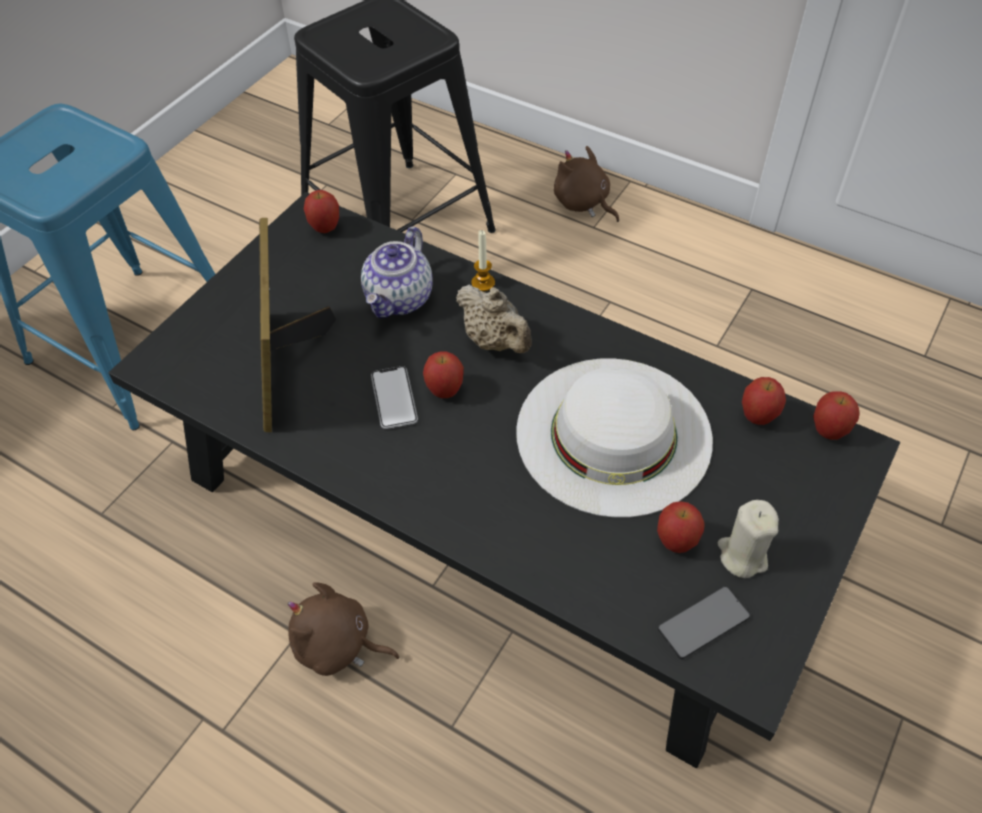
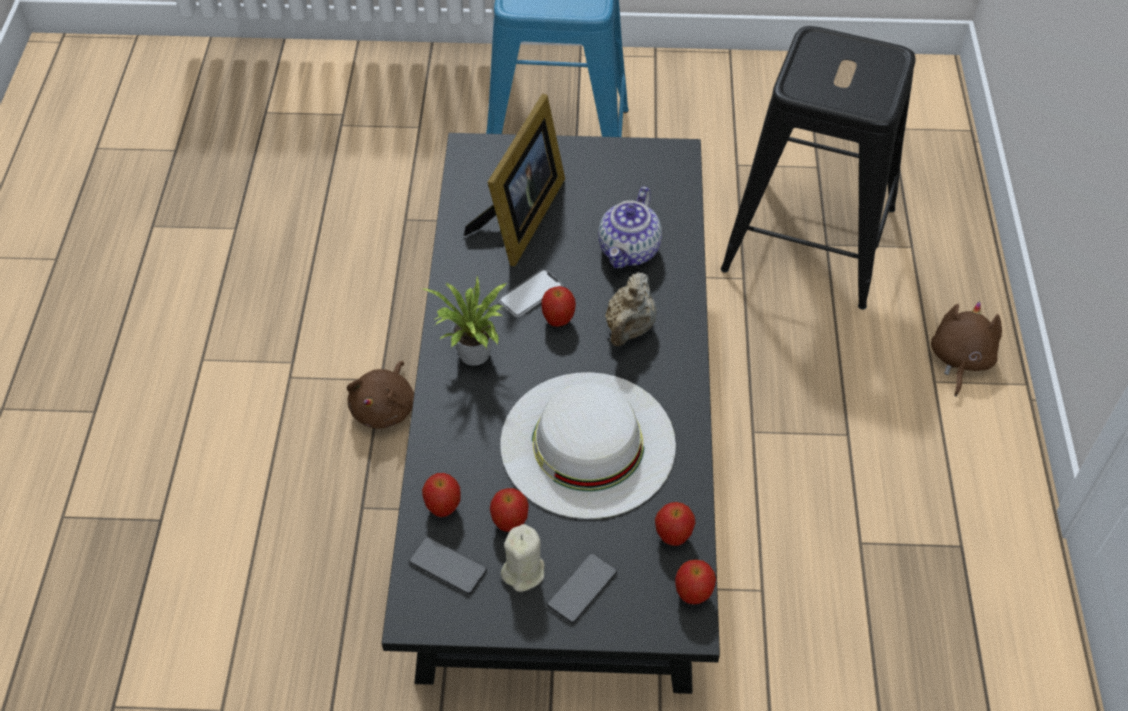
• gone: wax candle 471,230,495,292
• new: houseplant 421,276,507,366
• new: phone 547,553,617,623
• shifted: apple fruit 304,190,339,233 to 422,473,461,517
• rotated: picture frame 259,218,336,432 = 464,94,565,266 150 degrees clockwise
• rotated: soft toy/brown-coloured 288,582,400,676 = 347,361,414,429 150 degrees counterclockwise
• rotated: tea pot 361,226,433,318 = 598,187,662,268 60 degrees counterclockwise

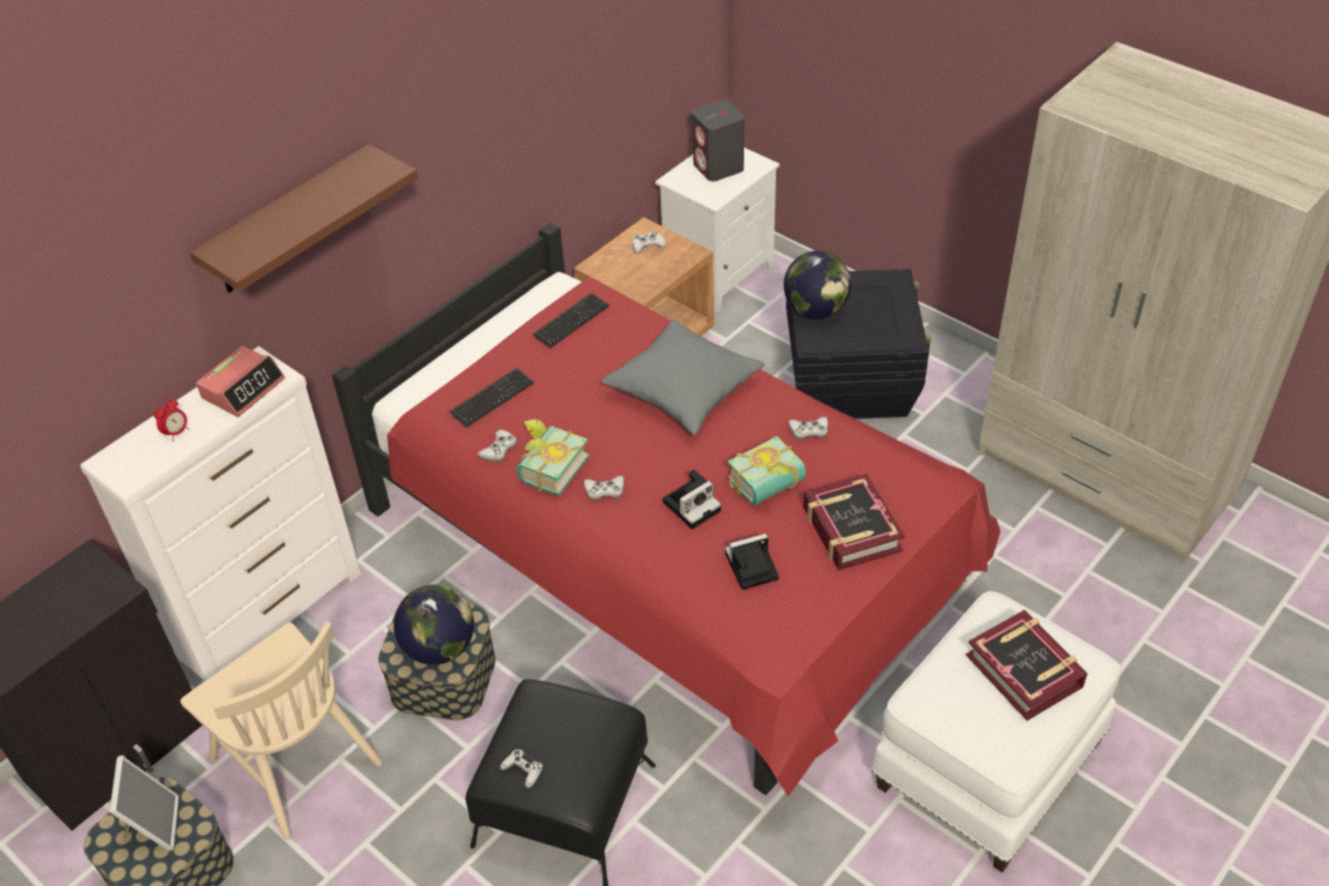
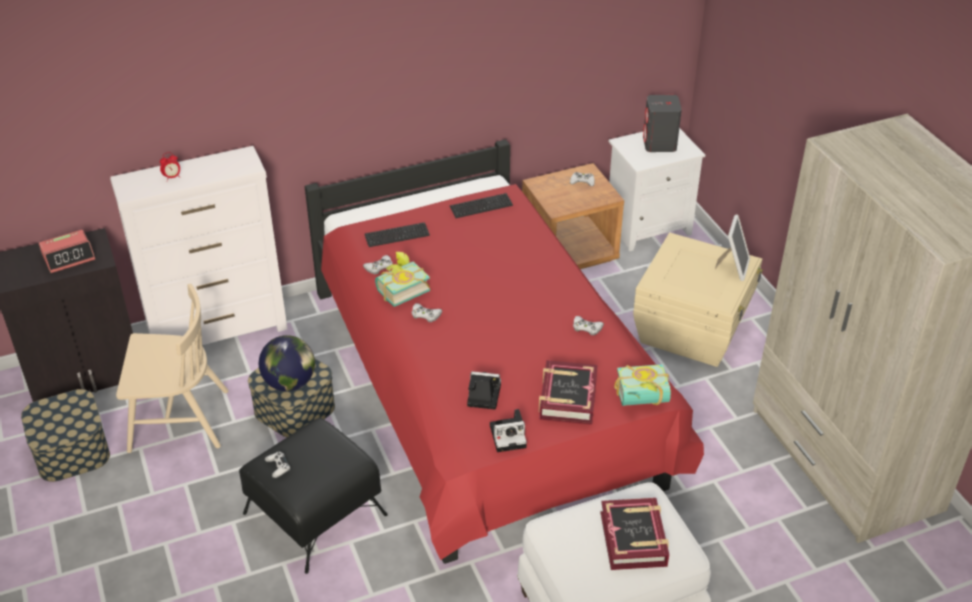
• gone: shelf/brown-coloured 190,144,418,293
• gone: throw pillow/grey 601,320,765,435
• gone: desk globe 784,251,851,319
• shifted: picture frame 109,756,179,851 to 715,214,750,281
• shifted: bedside clock 196,346,285,417 to 39,230,95,273
• shifted: photo camera 663,469,721,529 to 490,409,527,452
• shifted: book 728,436,806,505 to 614,364,671,406
• repainted: storage box/black-coloured 786,269,931,419 to storage box/beige-coloured 633,233,763,367
• rotated: upright chair/beige-coloured 180,621,382,839 = 116,284,229,453 75 degrees counterclockwise

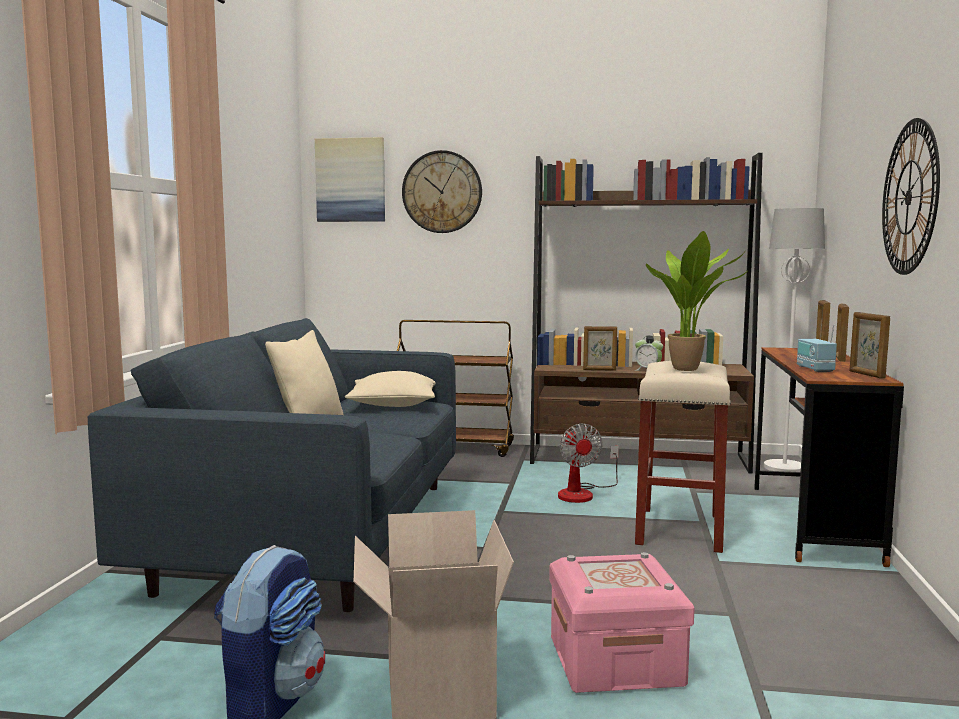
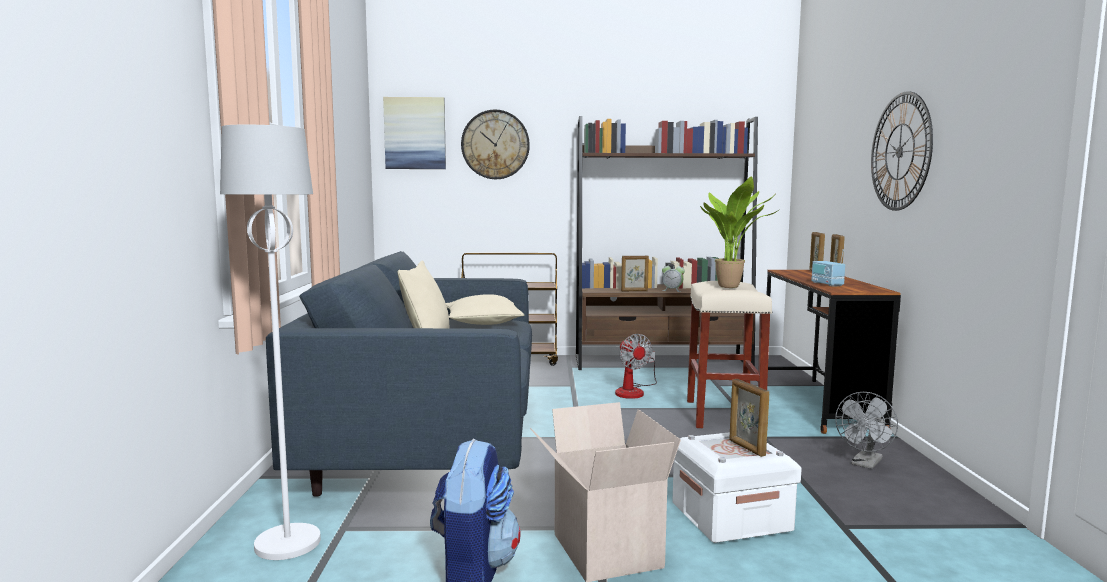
• new: cooling fan/grey 835,392,898,469
• shifted: floor lamp/white-coloured 764,208,825,472 to 220,125,321,560
• shifted: picture frame 849,312,890,378 to 729,379,769,457
• repainted: storage box/pinkish 549,552,695,693 to storage box/white-coloured 672,432,802,543

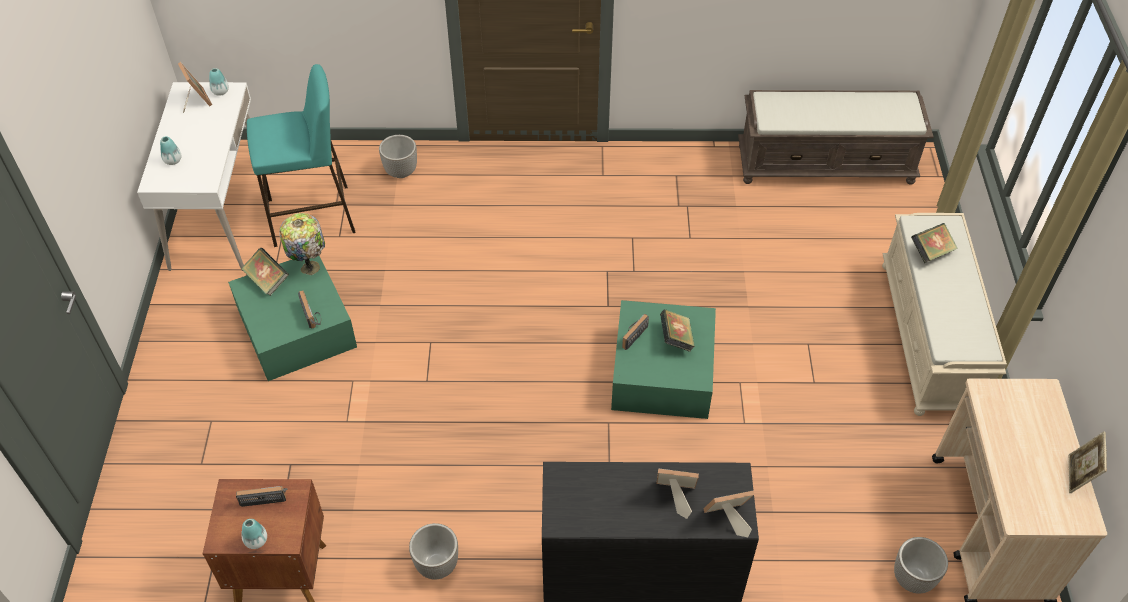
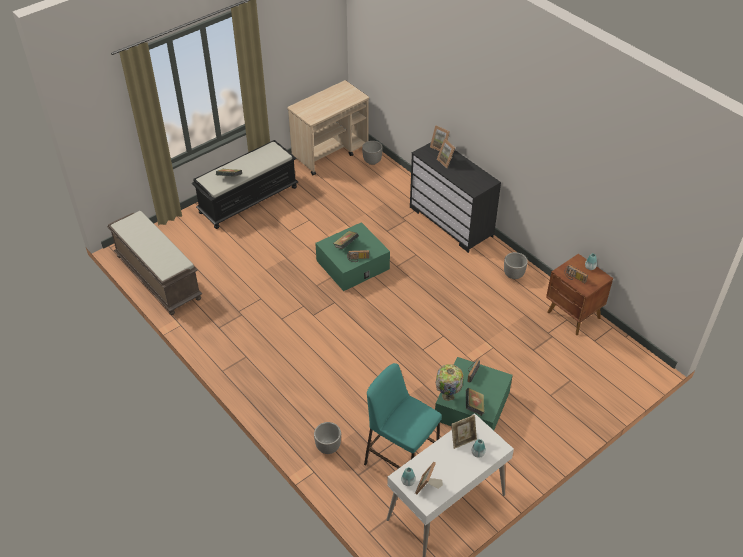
• shifted: picture frame 1068,431,1107,493 to 451,415,477,449
• repainted: bench/beige-coloured 882,213,1007,416 to bench/black-coloured 192,140,298,229

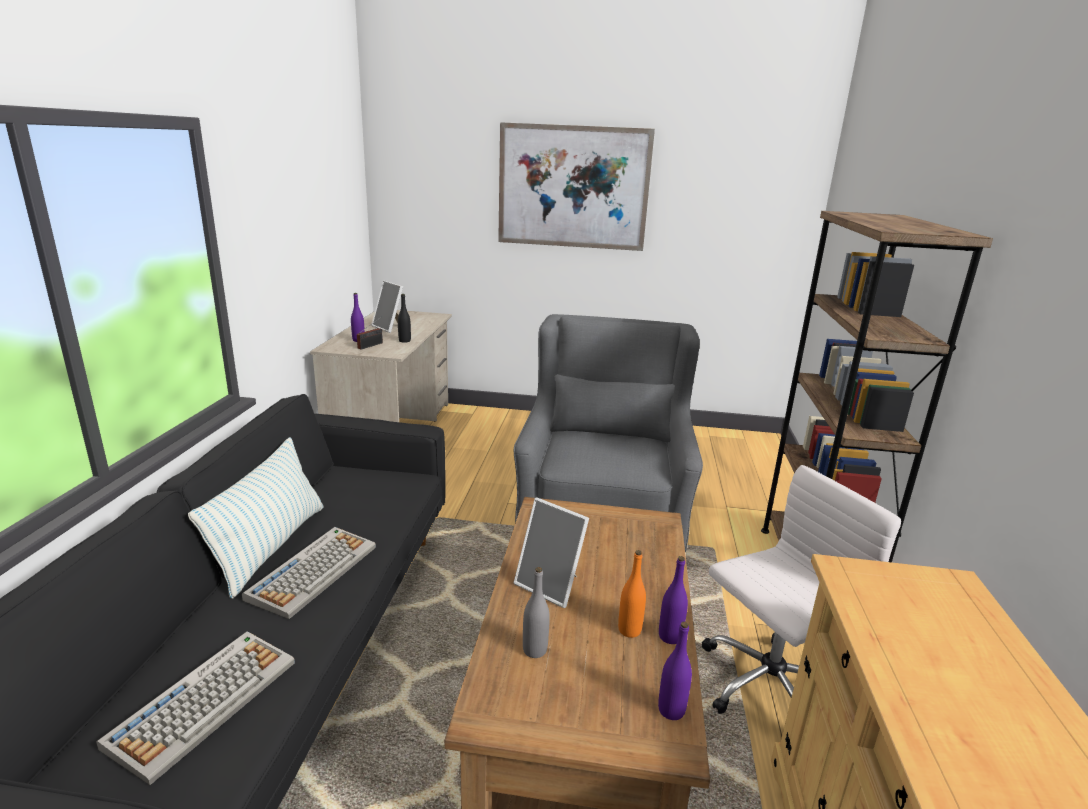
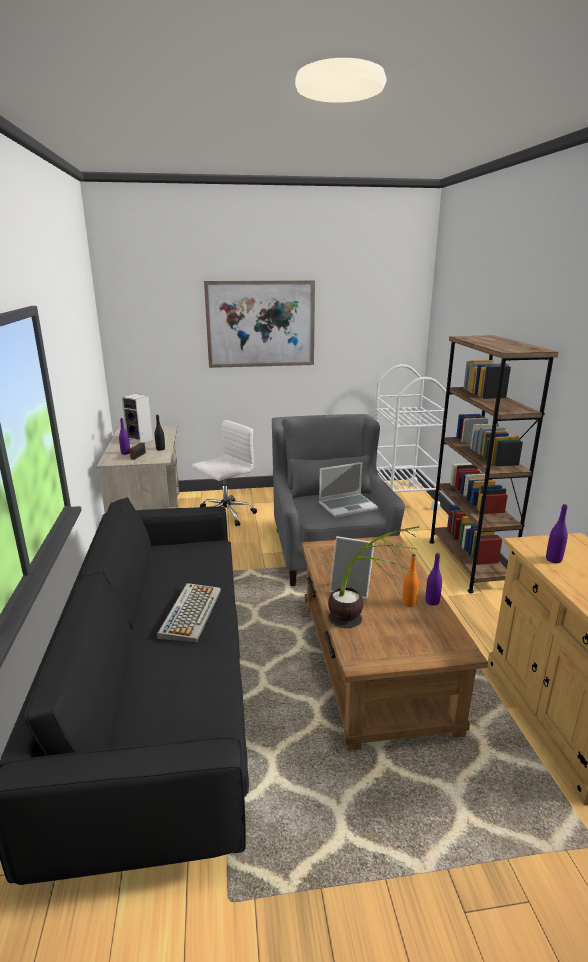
• gone: PC keyboard 96,631,295,785
• gone: throw pillow 188,437,323,599
• new: notebook computer 319,462,378,518
• new: trolley/white-coloured 375,364,449,510
• shifted: drink bottle/purple-coloured 658,622,692,720 to 546,504,568,563
• shifted: computer chair/white-coloured 702,465,901,714 to 192,420,257,526
• swapped: picture frame 371,280,403,333 to speaker 122,394,153,444
• swapped: drink bottle/grey 523,567,550,658 to houseplant 328,526,421,628

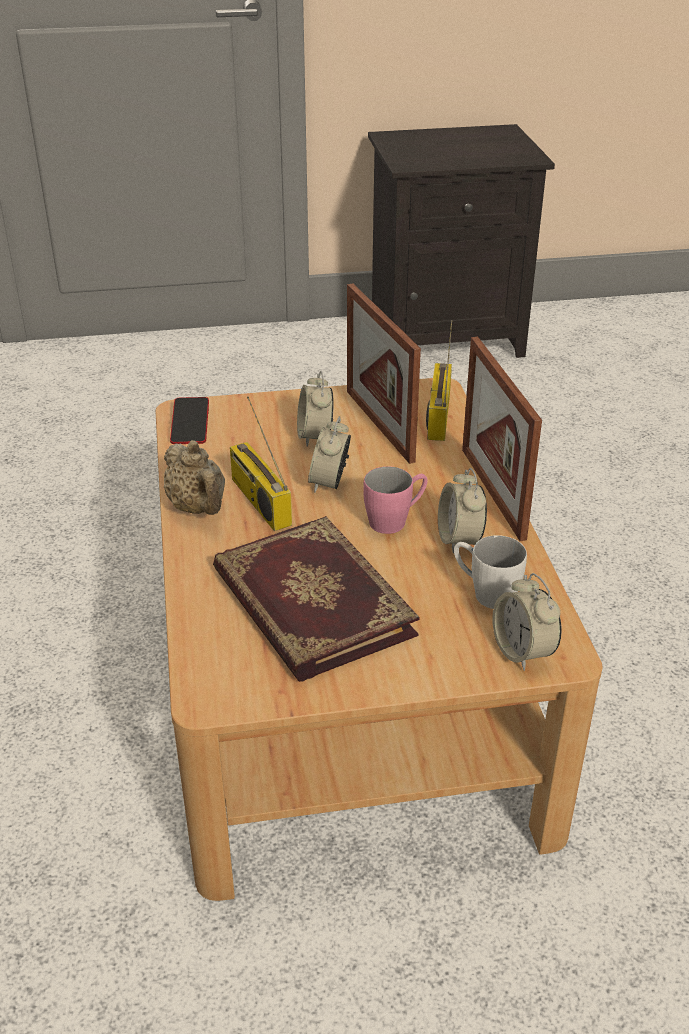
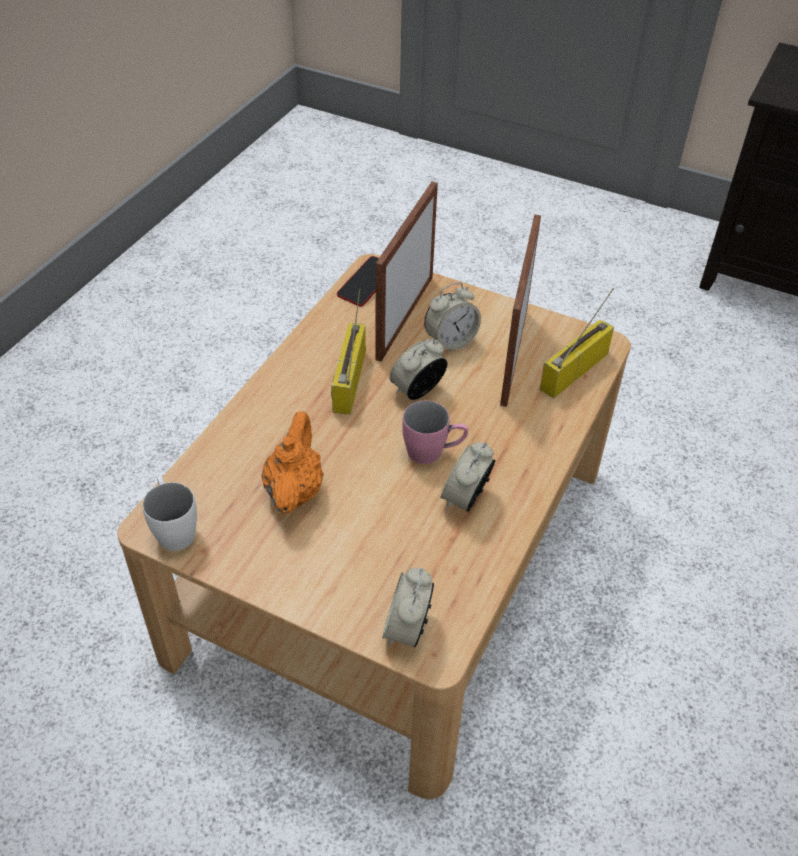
• gone: tea pot/beige-coloured 164,440,225,515
• shifted: coffee mug/white-coloured 454,535,527,609 to 142,475,197,551
• shifted: picture frame 462,337,542,541 to 375,182,438,362
• swapped: book 213,516,420,682 to tea pot/orangey 261,411,324,514
• rotated: bedside clock 297,371,334,447 = 424,282,481,350 150 degrees counterclockwise

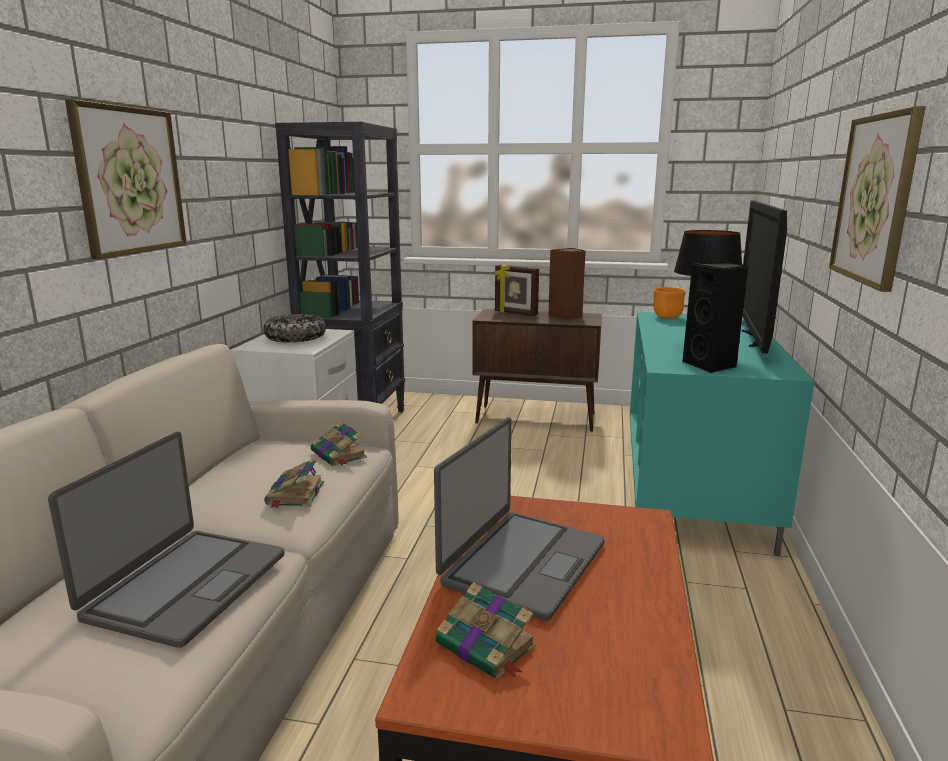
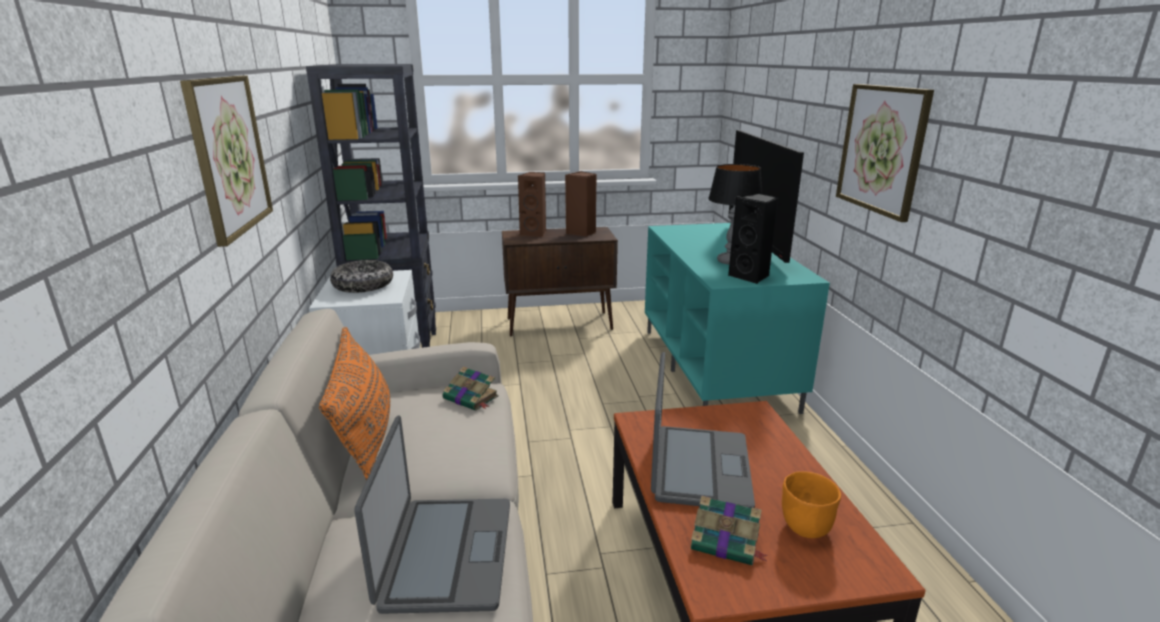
• gone: book 264,457,324,508
• new: throw pillow/orangey 319,326,390,481
• shifted: deep dish/orangey 654,287,686,319 to 782,471,841,538
• swapped: picture frame 495,265,539,316 to speaker/brown-coloured 518,172,546,237

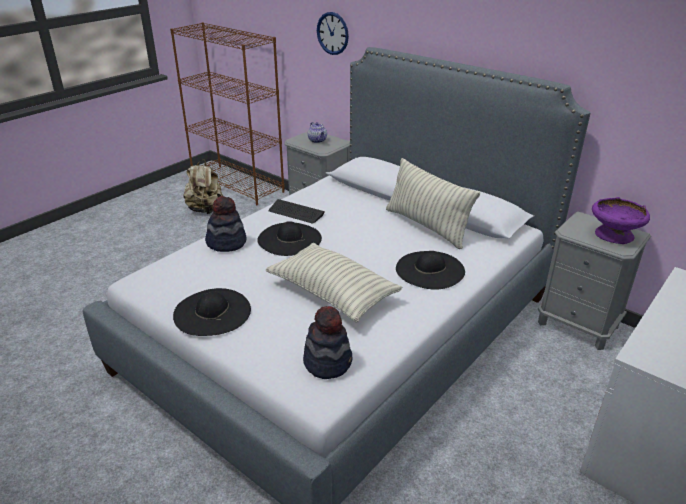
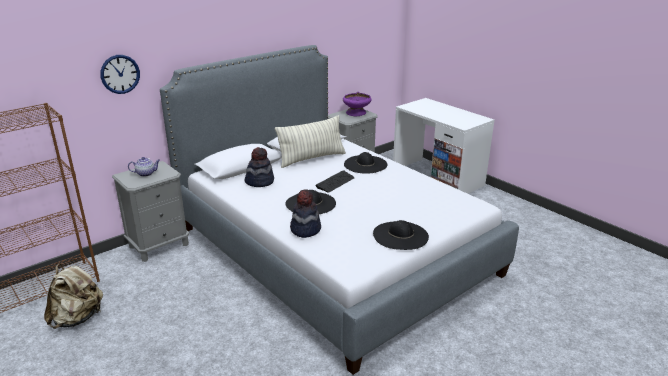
• gone: throw pillow 266,243,402,322
• shifted: PC keyboard 268,199,325,224 to 315,170,355,193
• shifted: wearable hat 303,306,352,379 to 245,147,274,187

